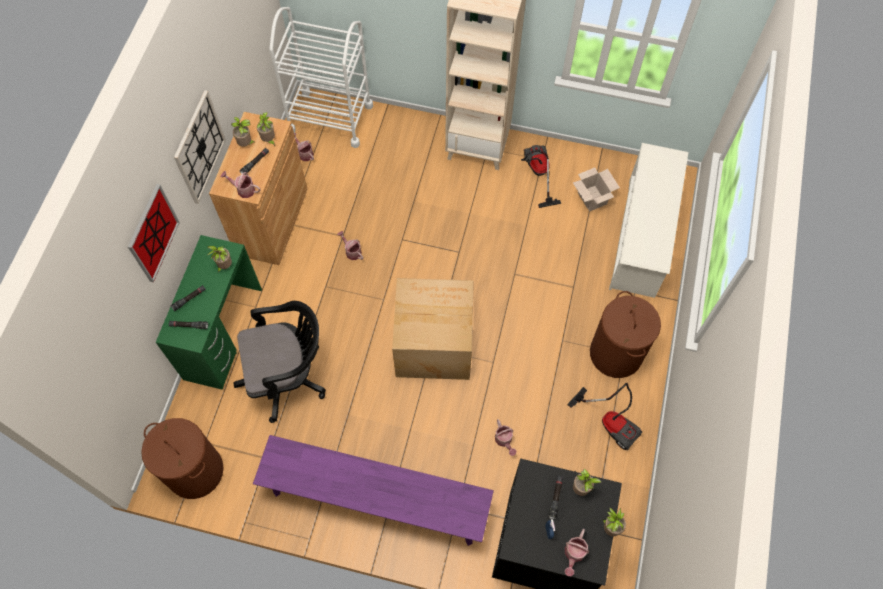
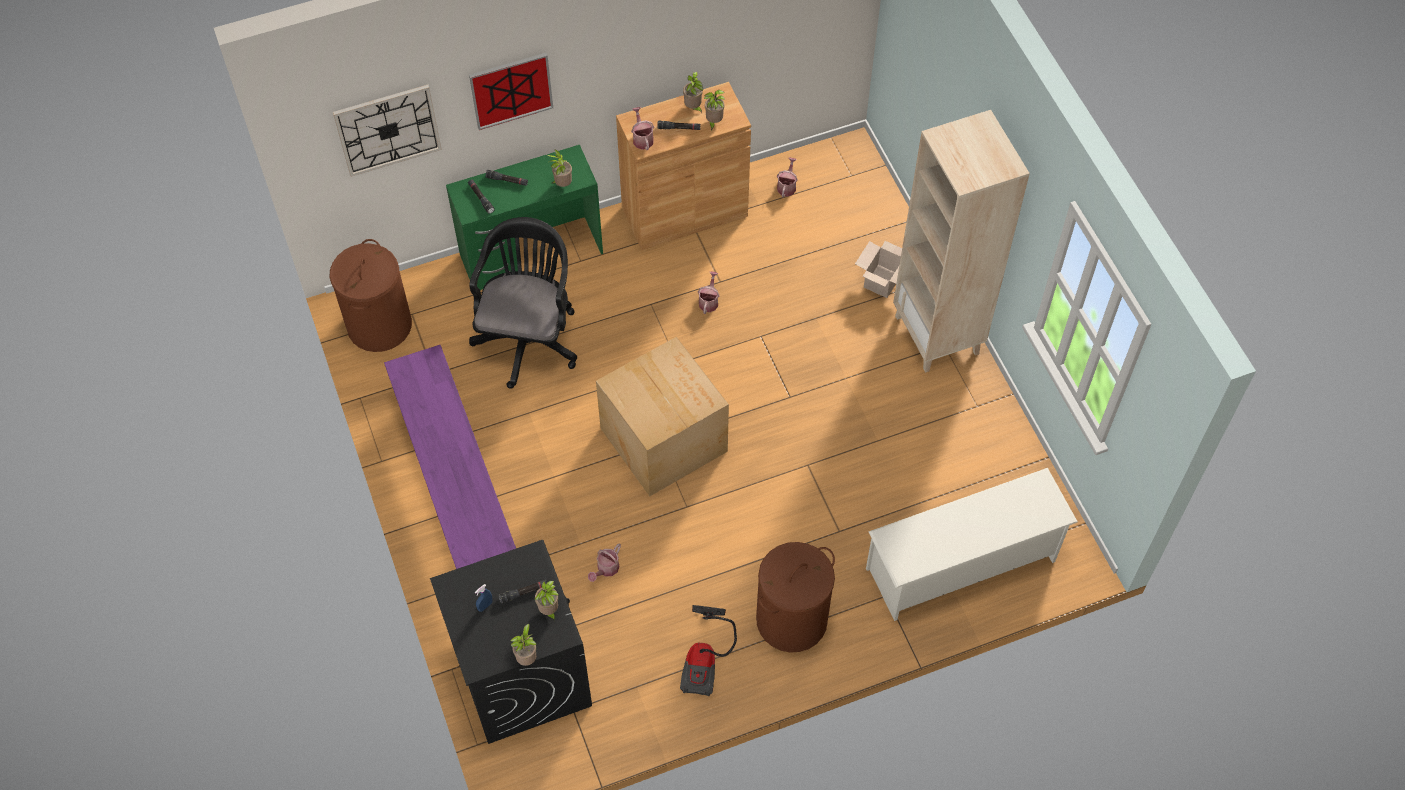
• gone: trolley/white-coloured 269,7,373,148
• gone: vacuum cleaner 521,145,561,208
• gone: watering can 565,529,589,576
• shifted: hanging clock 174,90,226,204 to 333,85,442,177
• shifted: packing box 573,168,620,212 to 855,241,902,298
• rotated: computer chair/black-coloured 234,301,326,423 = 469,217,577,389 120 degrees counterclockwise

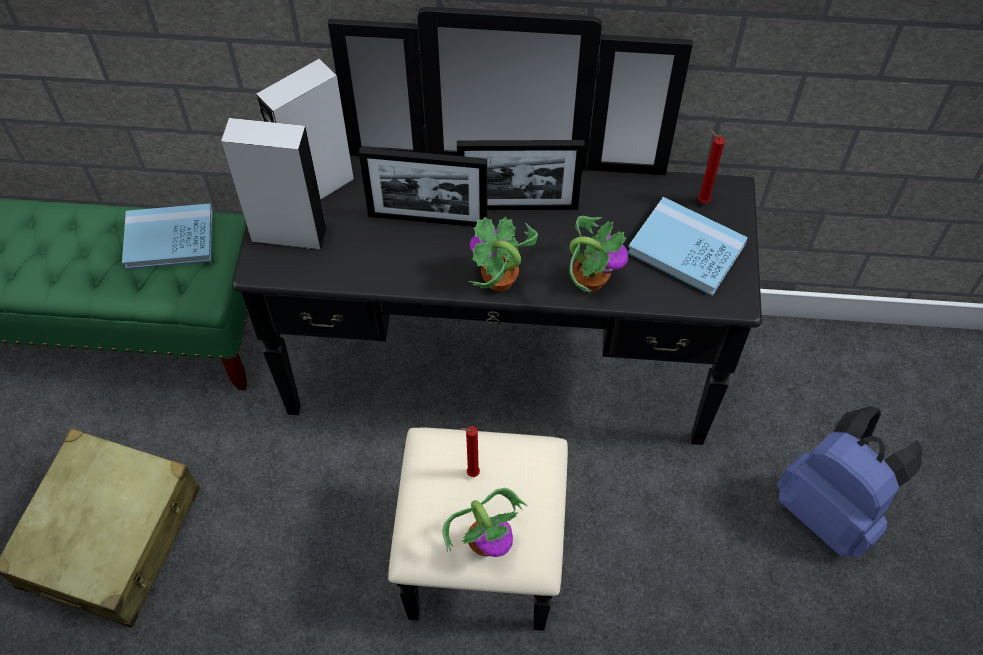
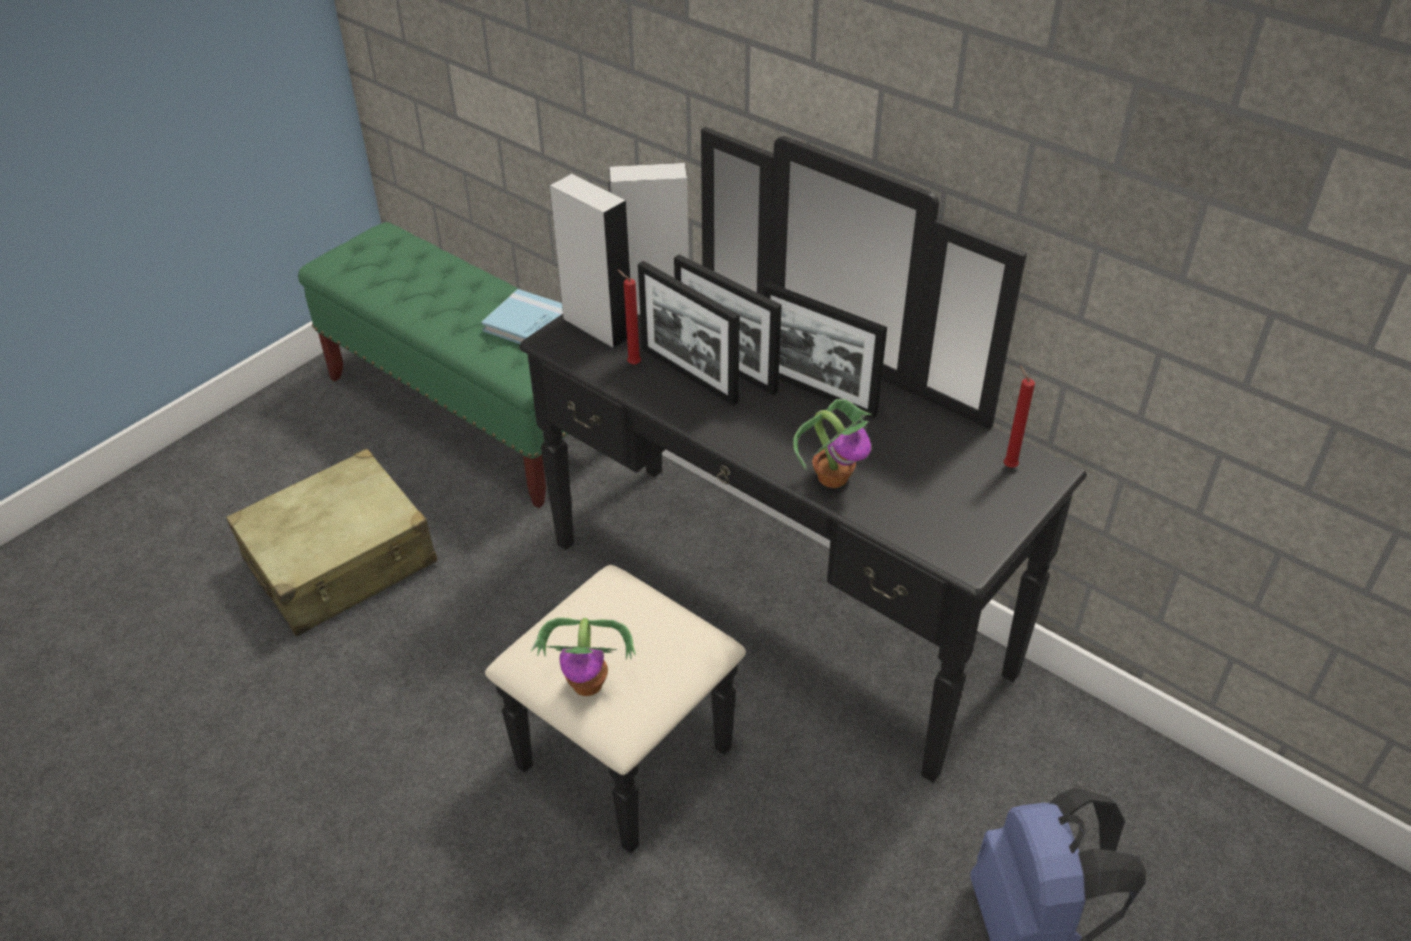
• gone: houseplant 468,217,538,291
• gone: book/blue-coloured 628,197,748,296
• new: picture frame 638,261,740,405
• shifted: wax candle/reddish 460,426,480,477 to 617,270,641,365

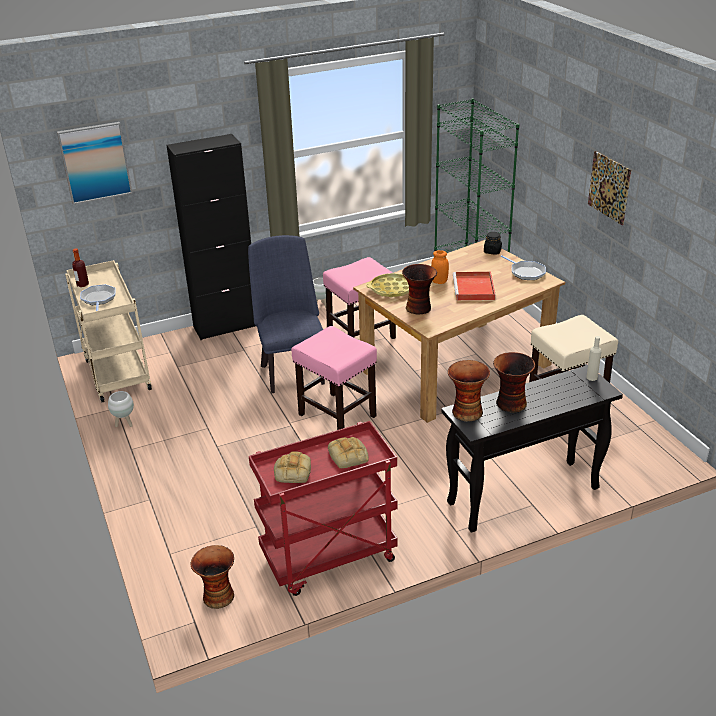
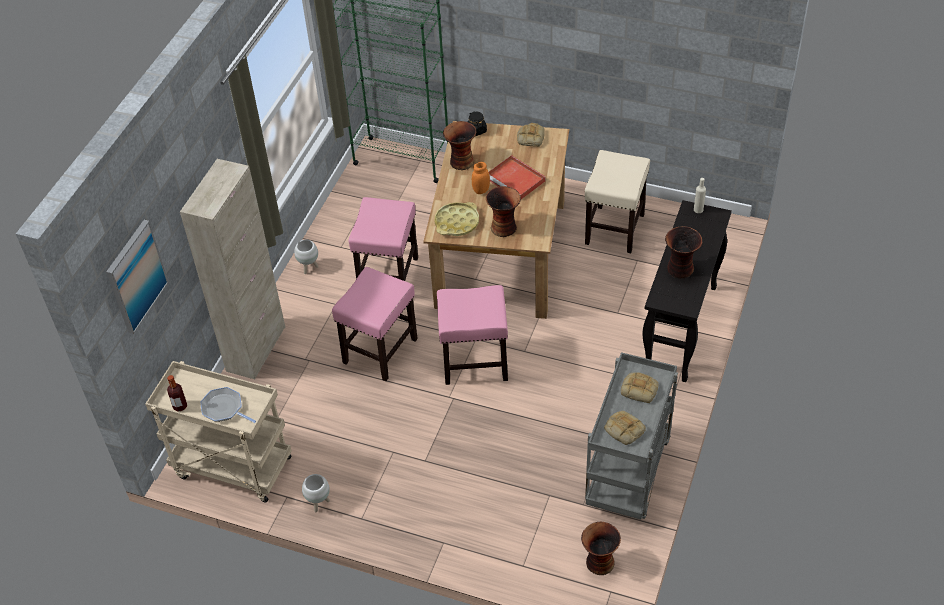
• gone: picture 588,151,631,225
• shifted: decorative vase 448,360,490,421 to 443,121,476,170
• swapped: upright chair/blue-coloured 248,235,325,393 to sitting stool/pinkish 332,267,418,381
• swapped: frying pan 501,255,546,280 to bread 517,123,545,147
• repainted: cabinet/black-coloured 166,134,255,340 to cabinet/beige-coloured 180,159,285,379
• repainted: trolley/reddish 249,421,398,596 to trolley/grey 585,352,678,520

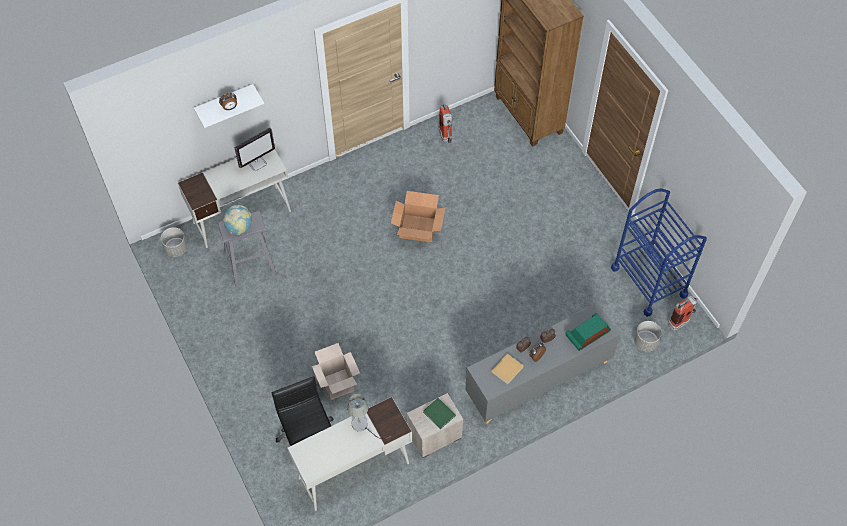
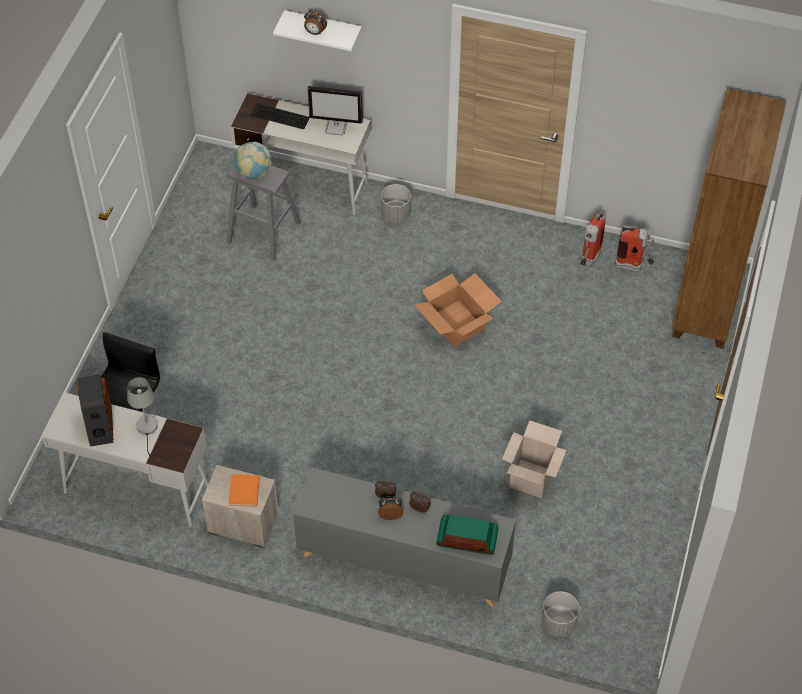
• gone: book/beige-coloured 491,354,523,384
• gone: trolley/blue-coloured 611,189,707,317
• new: speaker 76,374,113,447
• new: PC keyboard 250,103,310,130
• shifted: plant pot/grey 161,227,187,257 to 381,184,411,223
• shifted: packing box 312,343,360,400 to 502,420,567,498
• shifted: extinguisher 668,296,698,331 to 615,225,654,272
• repainted: book/green-coloured 423,398,456,429 to book/orangey 228,474,260,507

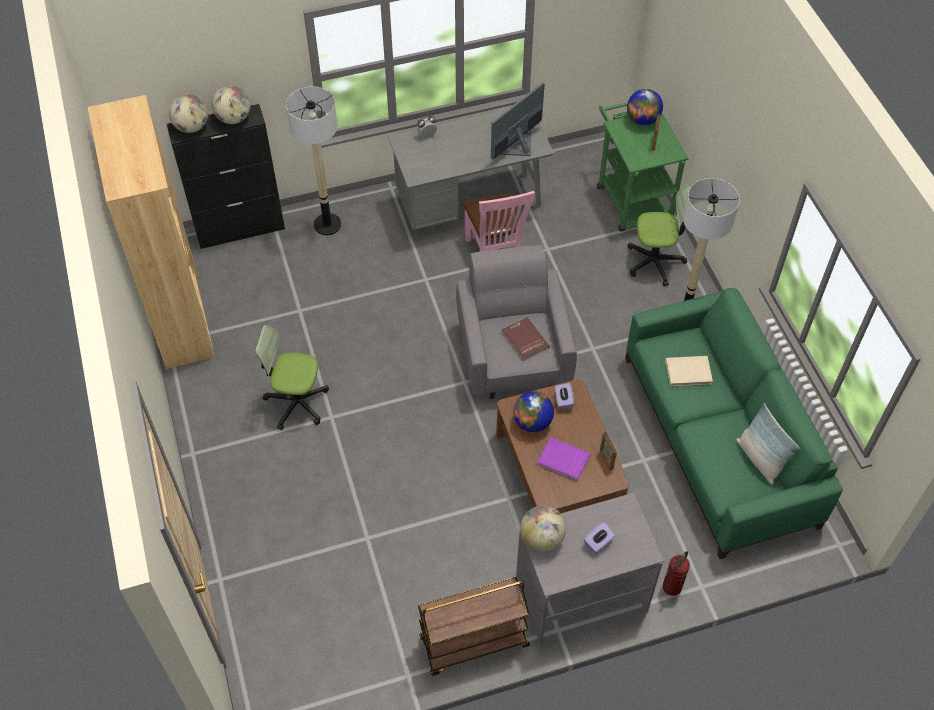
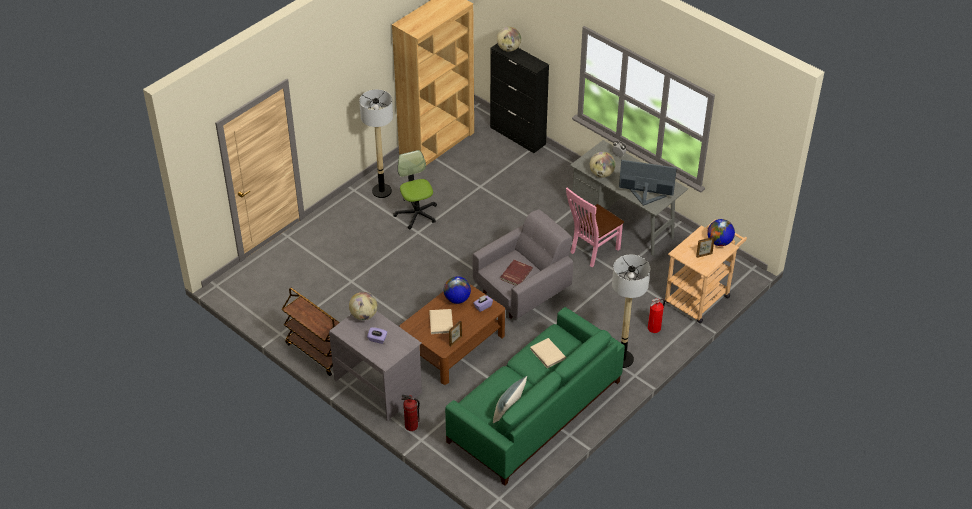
• shifted: desk globe 212,85,250,124 to 590,152,615,178
• shifted: floor lamp 286,86,341,236 to 359,89,393,198
• swapped: computer chair 628,184,693,286 to extinguisher 648,298,665,333
• repainted: book/purple-coloured 537,437,591,482 to book/beige-coloured 429,309,453,334
• repainted: trolley/green-coloured 597,102,688,232 to trolley/beige-coloured 665,219,747,323

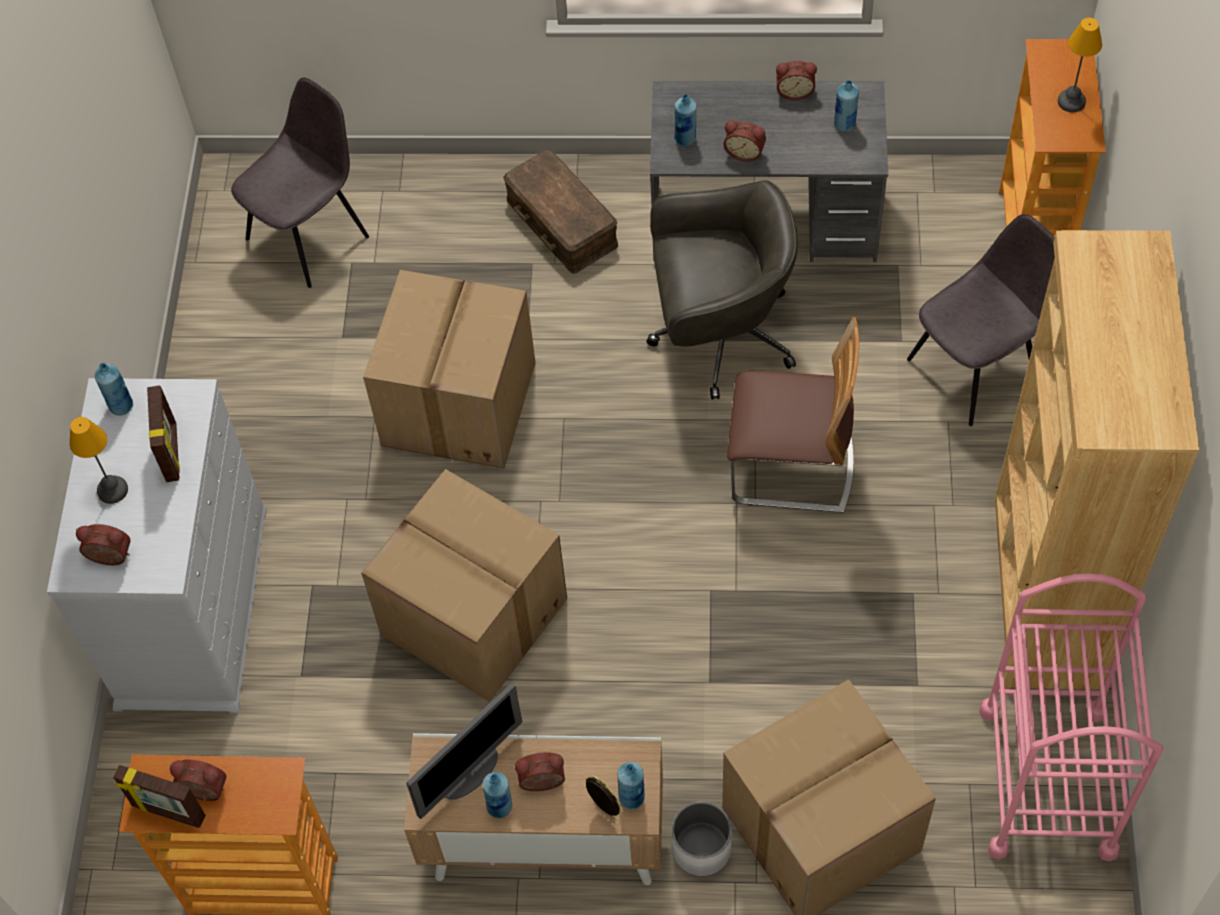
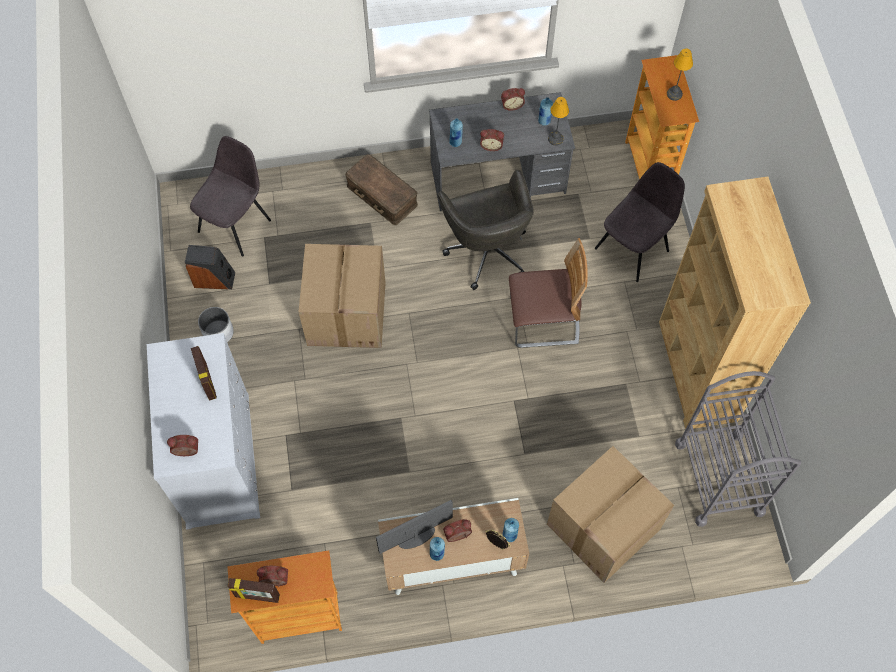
• gone: drink bottle/blue-coloured 95,363,133,415
• gone: packing box 361,469,567,702
• new: speaker 185,245,235,289
• shifted: tabletop lamp 70,417,128,504 to 548,97,569,146
• shifted: plant pot/white-coloured 672,802,732,876 to 198,307,234,342
• repainted: trolley/pinkish 979,574,1163,861 to trolley/grey 675,371,801,527
• rotated: computer display 406,683,523,819 = 376,500,453,554 150 degrees counterclockwise
• rotated: computer chair/grey 646,180,798,399 = 437,170,534,290 90 degrees clockwise

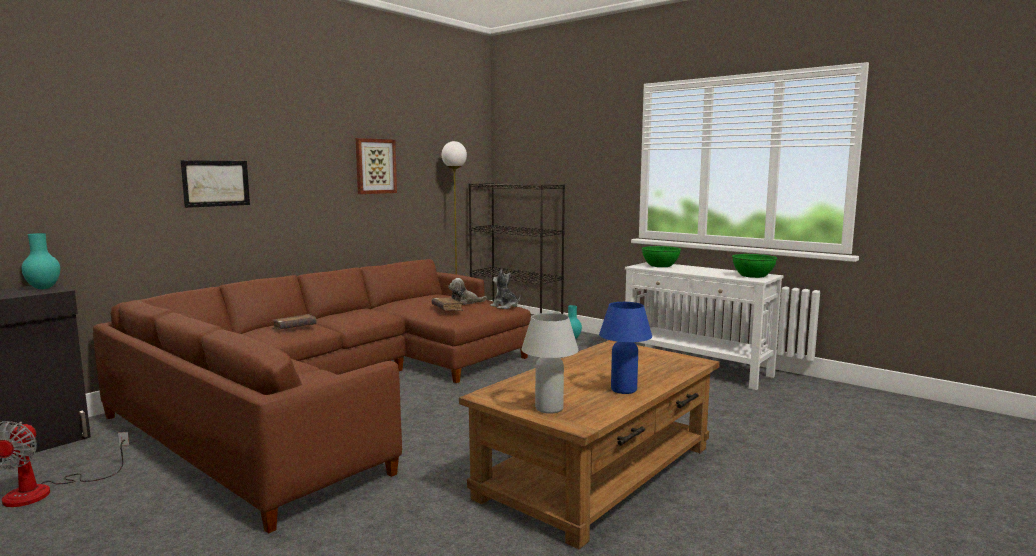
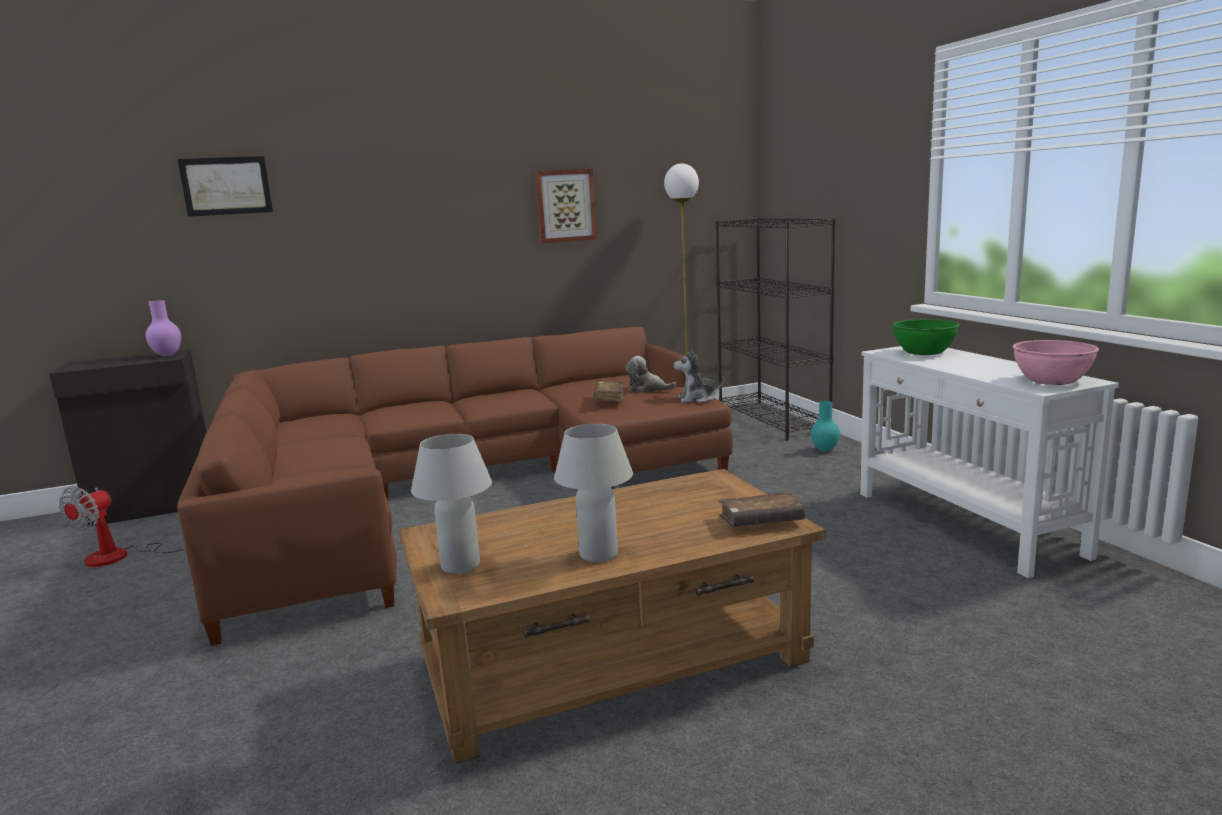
• shifted: picture 181,160,250,208 to 177,156,273,217
• shifted: book/brown-coloured 272,314,317,330 to 718,491,805,527
• repainted: decorative vase/blue-green 21,233,60,289 to decorative vase/purple-coloured 146,300,181,356
• repainted: tabletop lamp/blue-coloured 599,302,652,394 to tabletop lamp/white-coloured 554,424,633,562
• repainted: deep dish/green-coloured 732,254,777,278 to deep dish/pinkish 1012,340,1099,385
• rotated: soft toy 490,270,520,309 = 673,348,724,403 75 degrees counterclockwise

